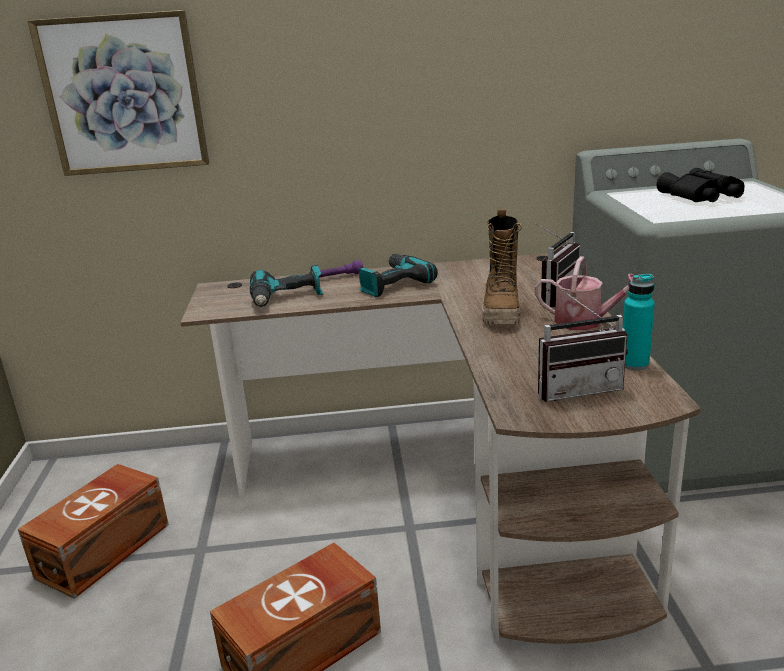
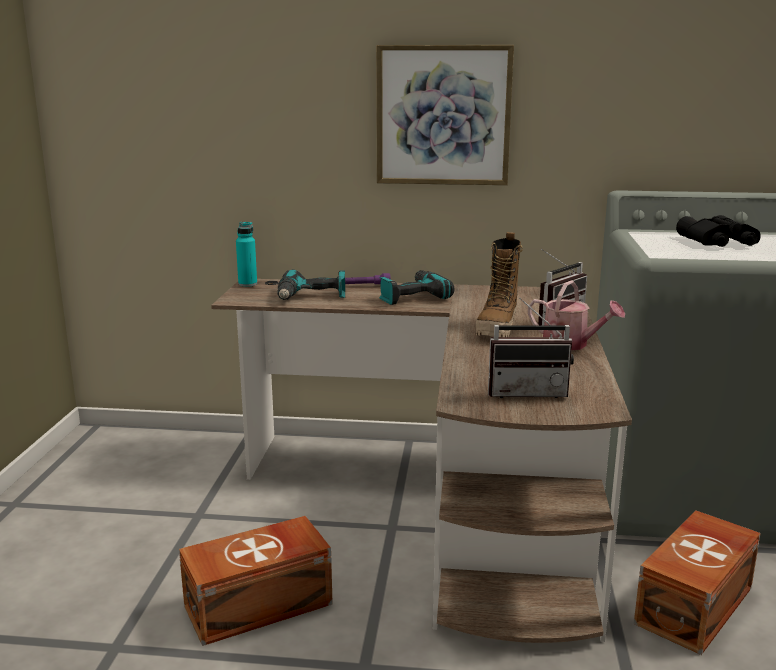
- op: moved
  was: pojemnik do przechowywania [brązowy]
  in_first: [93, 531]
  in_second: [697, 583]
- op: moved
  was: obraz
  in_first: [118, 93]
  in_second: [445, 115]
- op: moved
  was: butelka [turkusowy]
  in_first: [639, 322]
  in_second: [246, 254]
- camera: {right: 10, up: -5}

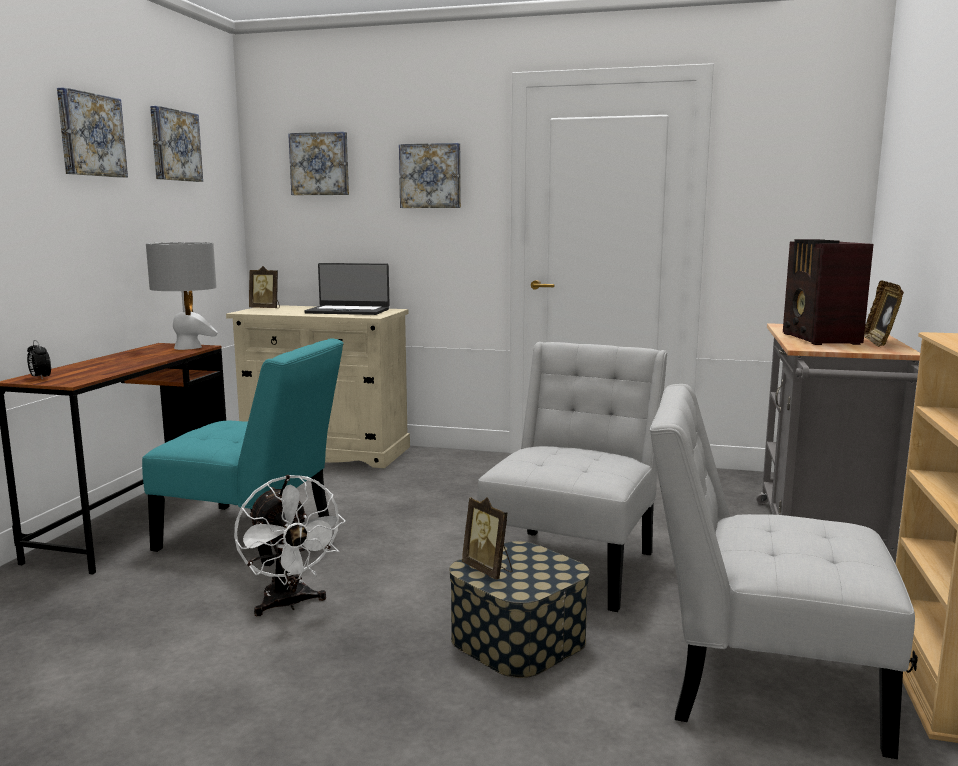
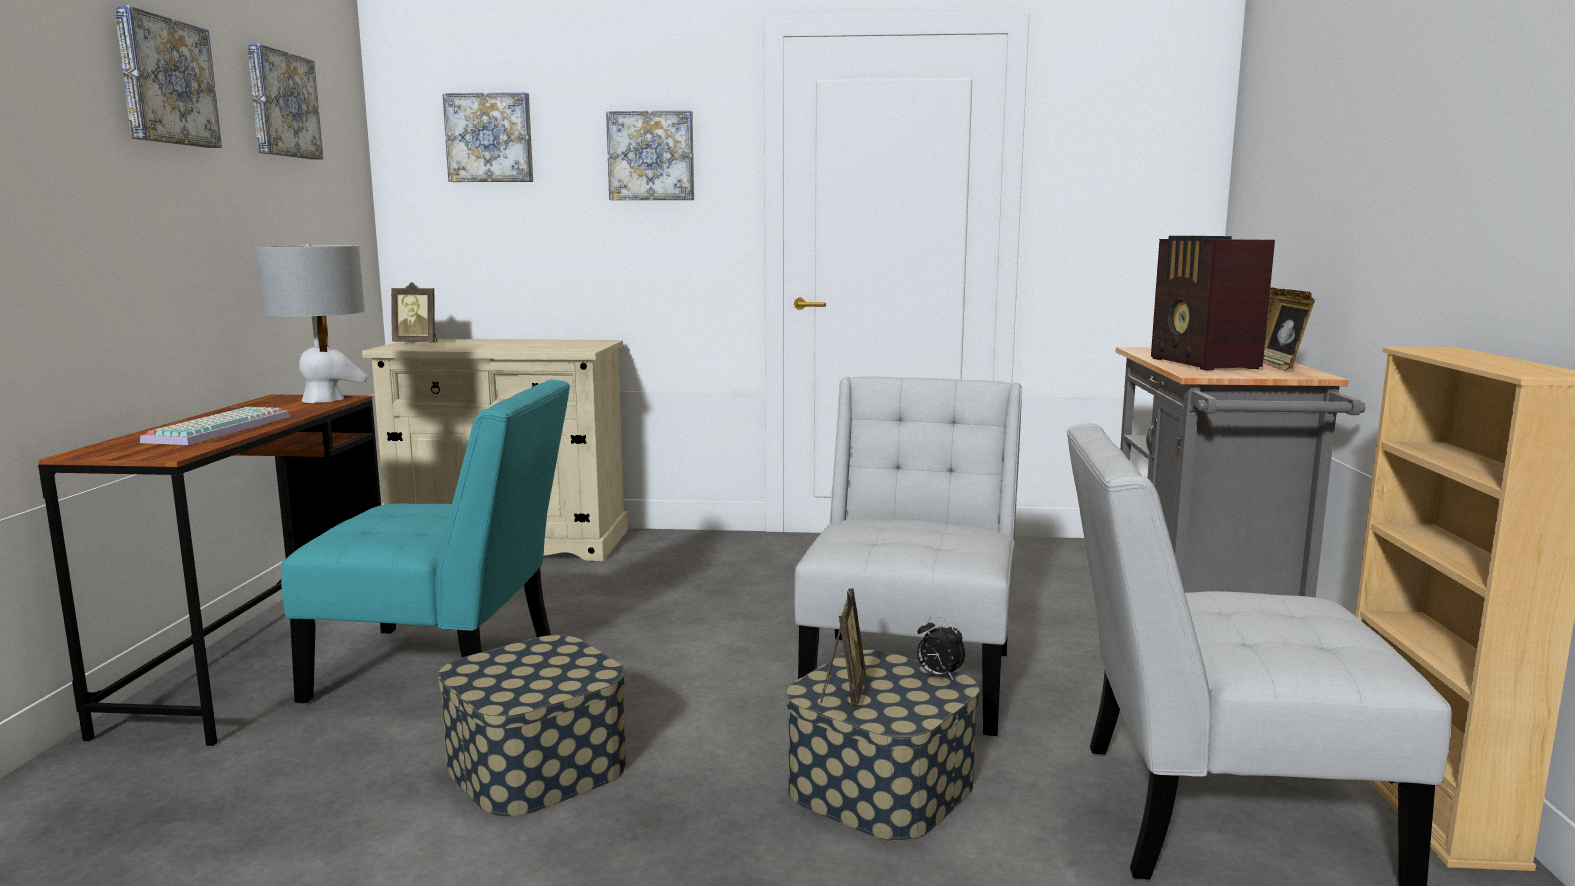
- op: moved
  was: budzik
  in_first: [39, 360]
  in_second: [941, 648]
- op: replaced
  was: wentylator [biały]
  now: pojemnik do przechowywania
  in_first: [290, 545]
  in_second: [532, 726]
- op: removed
  was: laptop
  in_first: [347, 289]
- op: turned
  was: ramka na zdjęcie
  in_first: [487, 538]
  in_second: [843, 647]
  clockwise: -120
- op: added
  now: klawiatura
  in_second: [215, 426]
- camera: {right: -10, up: 0}

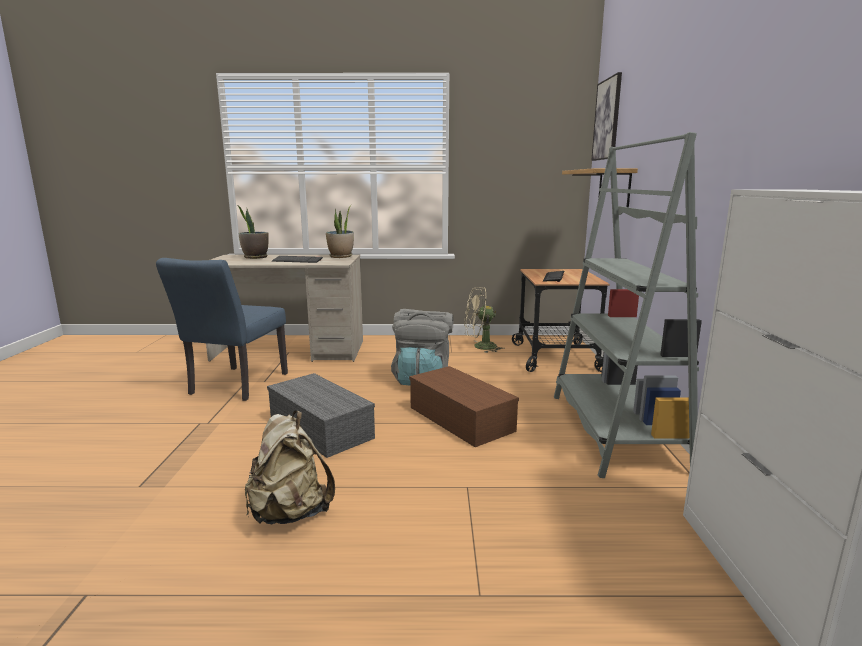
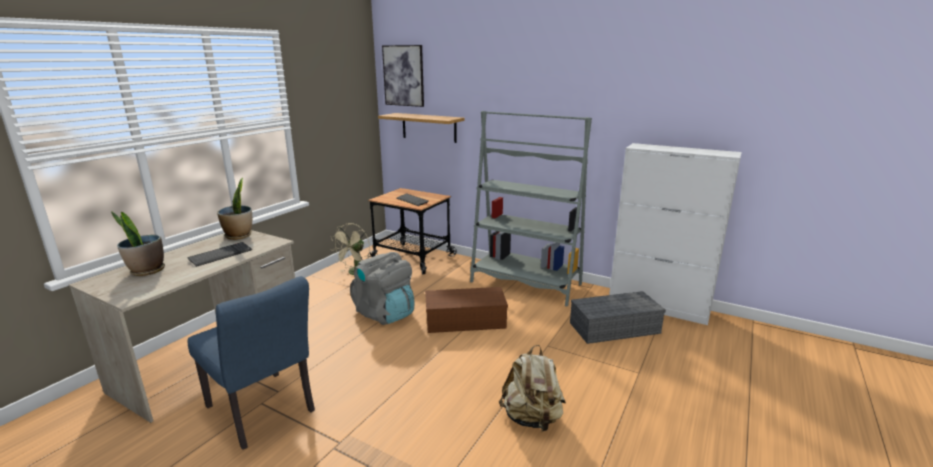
- op: moved
  was: pojemnik do przechowywania [szary]
  in_first: [321, 415]
  in_second: [618, 317]
- camera: {right: -60, up: 5}

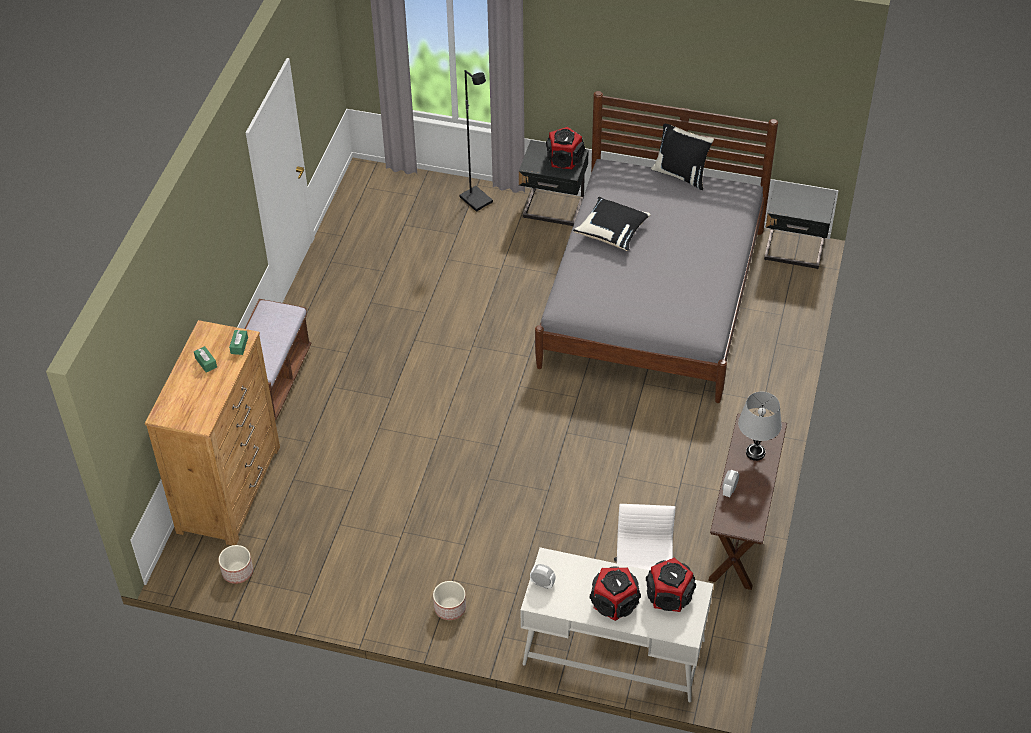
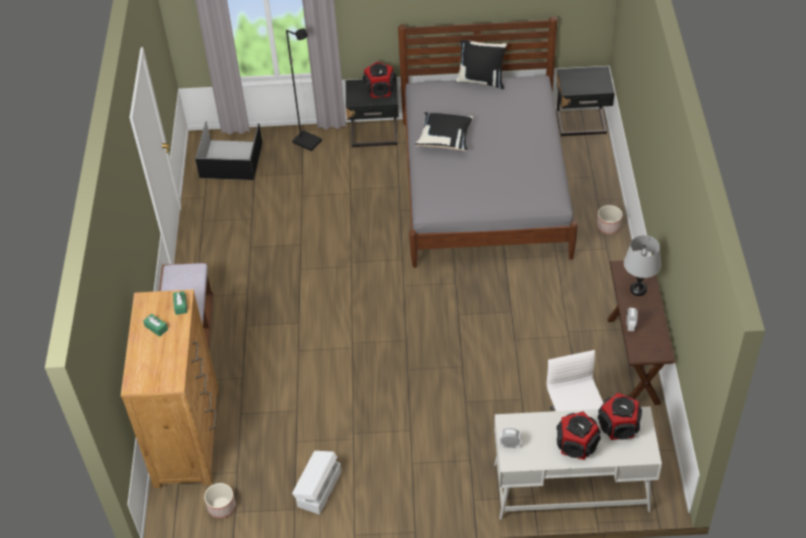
- op: moved
  was: donica
  in_first: [449, 600]
  in_second: [609, 219]
- op: added
  now: pojemnik do przechowywania [czarny]
  in_second: [229, 150]
- op: added
  now: pojemnik do przechowywania [biały]
  in_second: [316, 483]
- camera: {right: -15, up: 0}

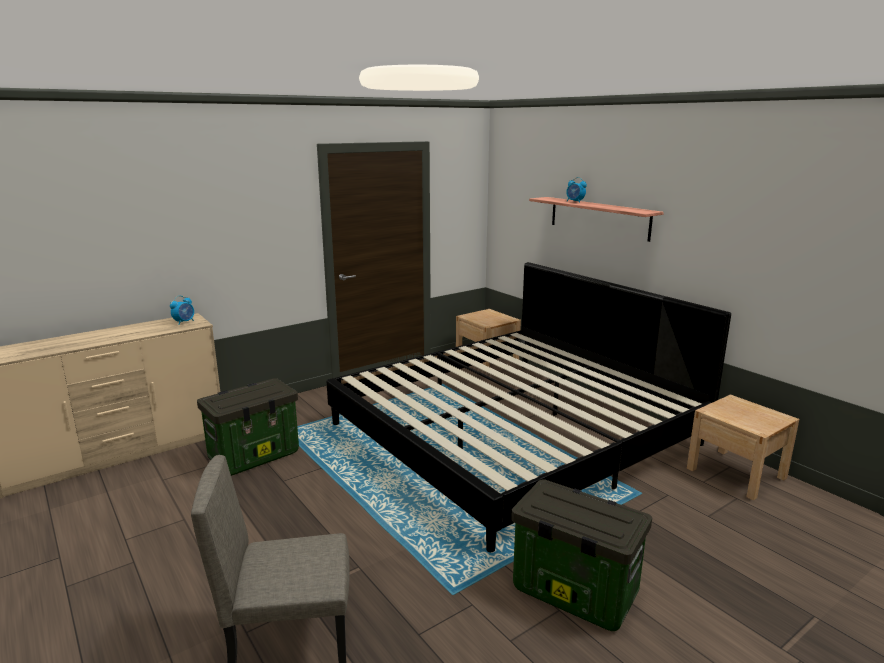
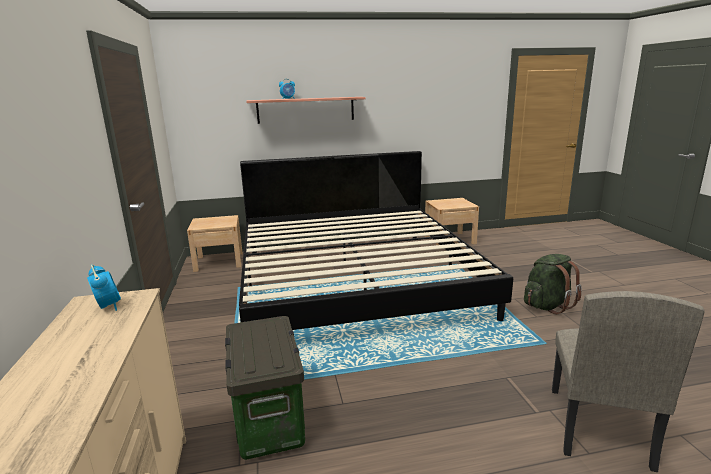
- op: replaced
  was: pojemnik do przechowywania
  now: plecak [zielony]
  in_first: [581, 555]
  in_second: [553, 284]
- camera: {right: -65, up: 0}

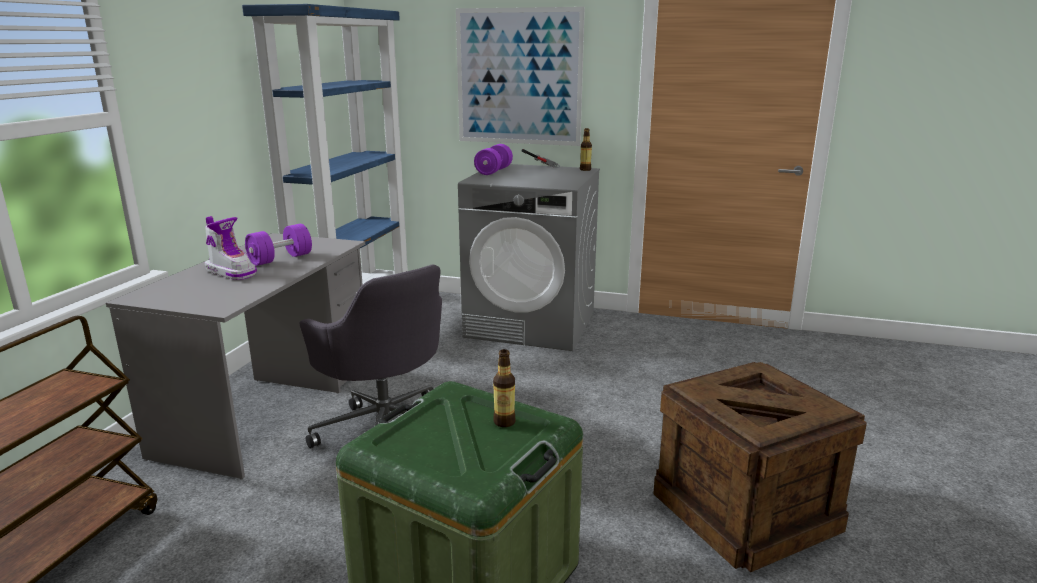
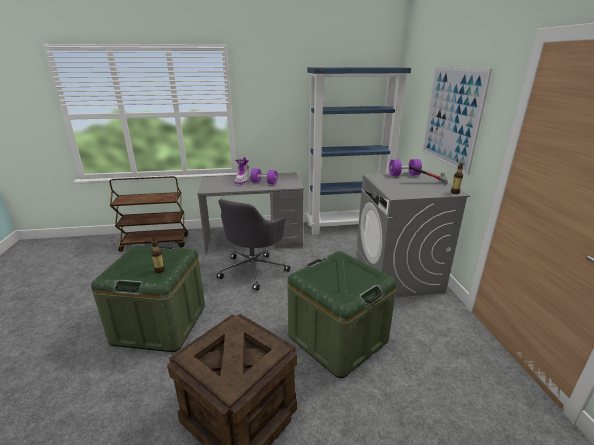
- op: added
  now: pojemnik do przechowywania [zielony]
  in_second: [342, 314]
- camera: {right: 65, up: 5}

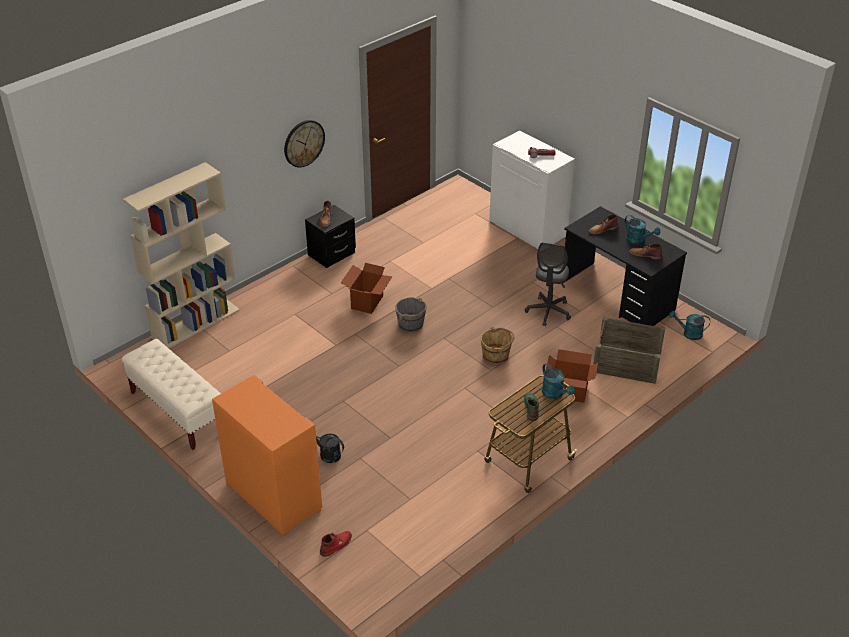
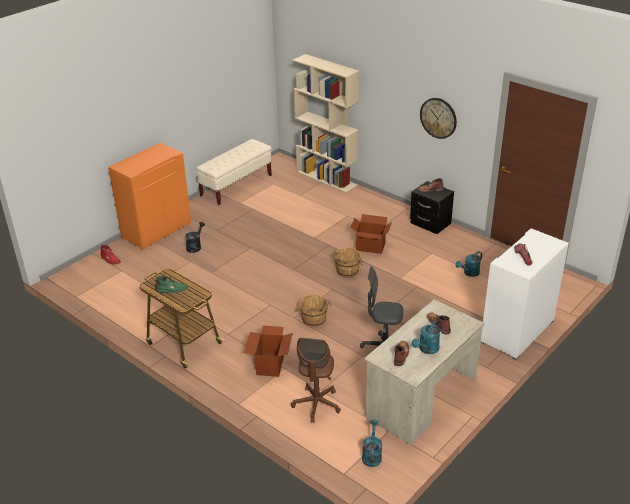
- op: recoloured
  was: wiadro [szary]
  now: wiadro [brązowy]
  in_first: [411, 314]
  in_second: [347, 262]
- op: moved
  was: konewka [turkusowy]
  in_first: [558, 381]
  in_second: [468, 264]
- op: recoloured
  was: biurko [czarny]
  now: biurko [beżowy]
  in_first: [624, 266]
  in_second: [424, 372]
- op: replaced
  was: skrzynka
  now: krzesło biurowe [brązowy]
  in_first: [630, 350]
  in_second: [316, 380]
- camera: {right: 85, up: -5}

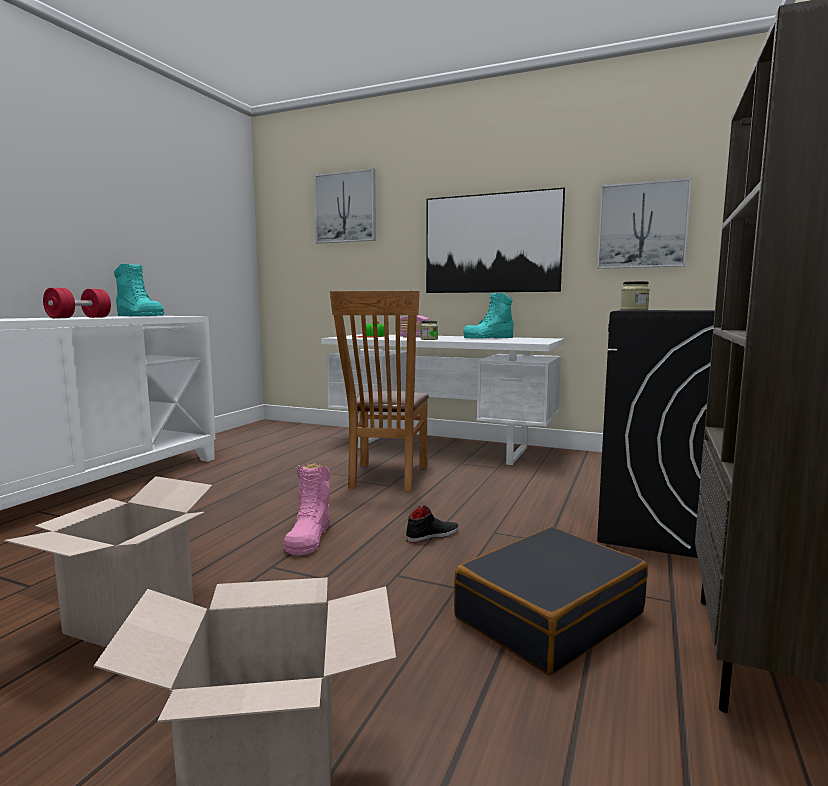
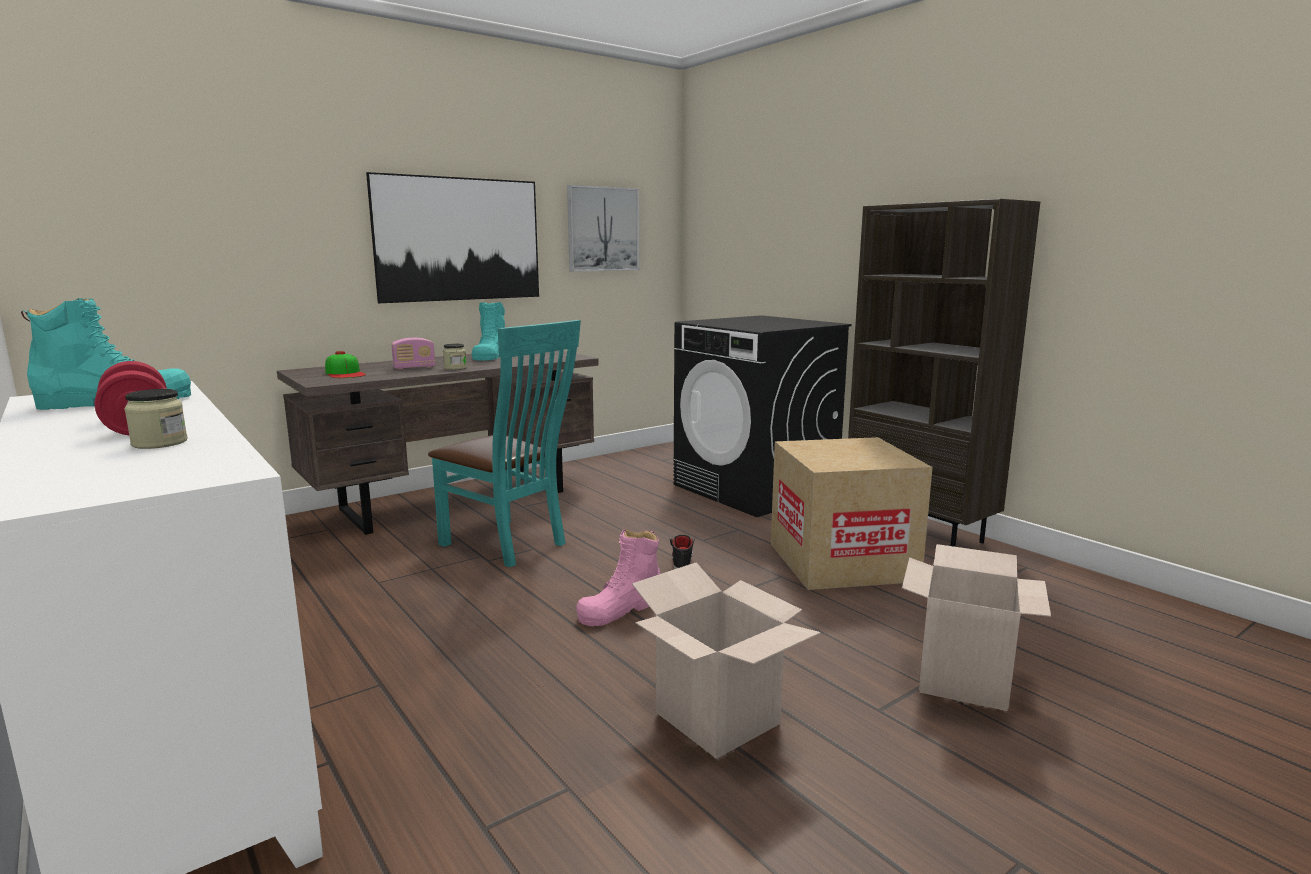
- op: turned
  was: but z cholewką [różowy]
  in_first: [307, 509]
  in_second: [618, 577]
  clockwise: 105
- op: removed
  was: obraz
  in_first: [345, 206]
- op: recoloured
  was: biurko [biały]
  now: biurko [brązowy]
  in_first: [442, 399]
  in_second: [438, 443]
- op: recoloured
  was: krzesło [brązowy]
  now: krzesło [turkusowy]
  in_first: [379, 391]
  in_second: [504, 444]
- op: replaced
  was: walizka [czarny]
  now: karton
  in_first: [551, 601]
  in_second: [852, 513]
- op: moved
  was: słoik
  in_first: [635, 295]
  in_second: [156, 419]
- camera: {right: -60, up: 5}

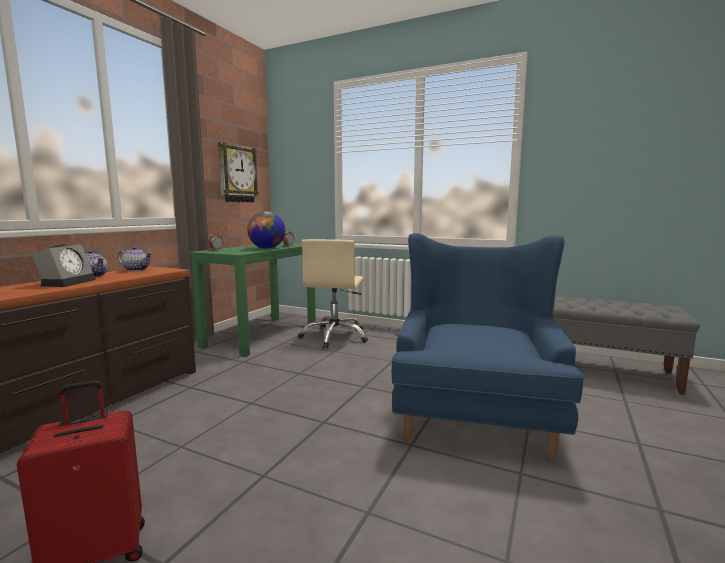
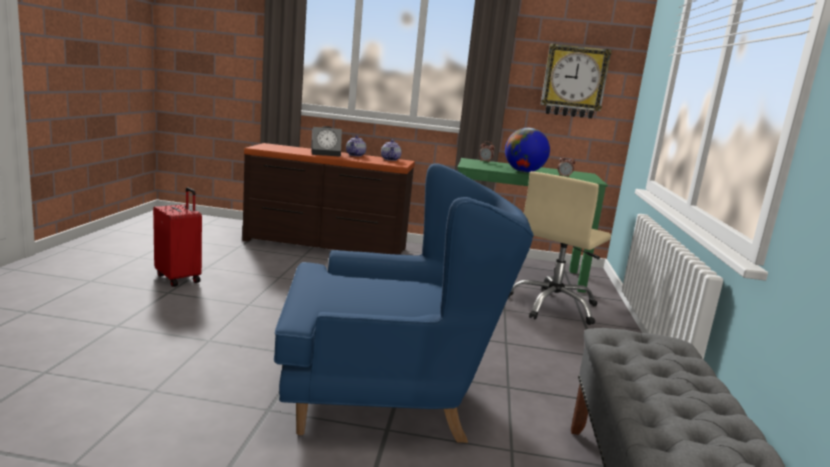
- op: turned
  was: krzesło biurowe [beżowy]
  in_first: [333, 293]
  in_second: [559, 248]
  clockwise: -45
- camera: {right: 70, up: 5}

